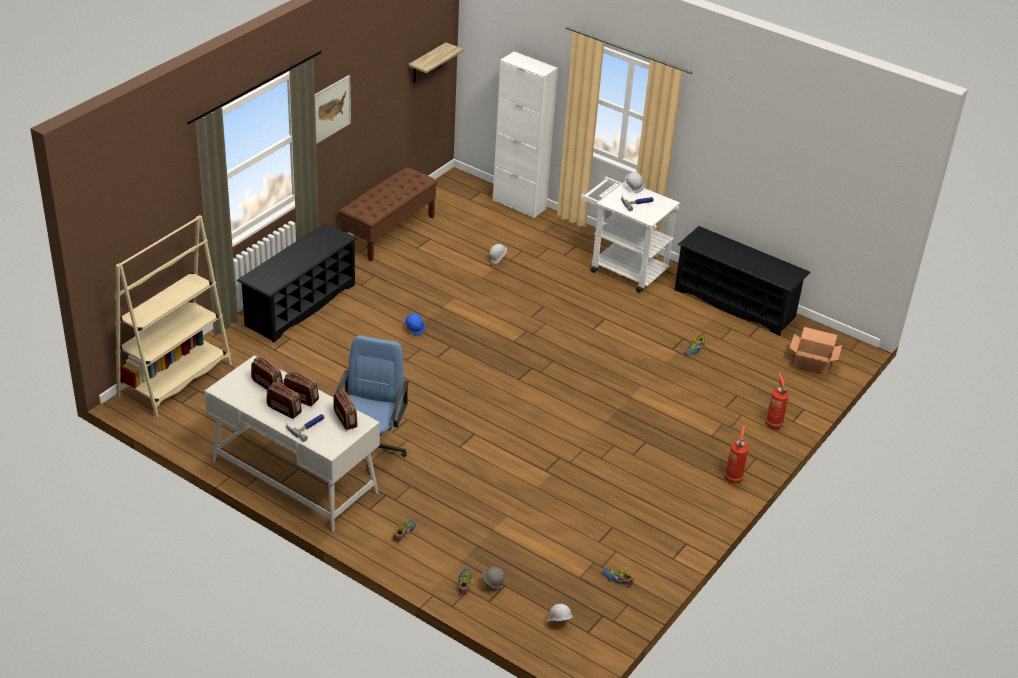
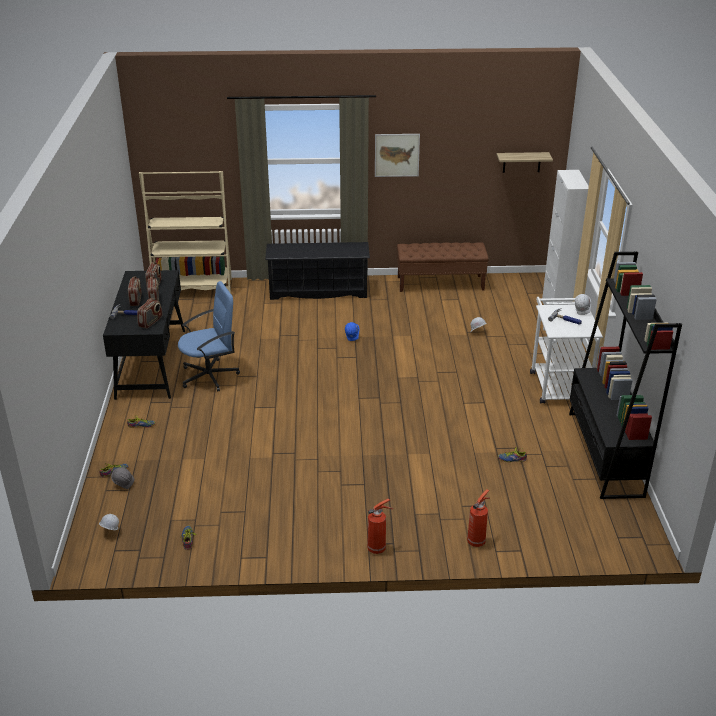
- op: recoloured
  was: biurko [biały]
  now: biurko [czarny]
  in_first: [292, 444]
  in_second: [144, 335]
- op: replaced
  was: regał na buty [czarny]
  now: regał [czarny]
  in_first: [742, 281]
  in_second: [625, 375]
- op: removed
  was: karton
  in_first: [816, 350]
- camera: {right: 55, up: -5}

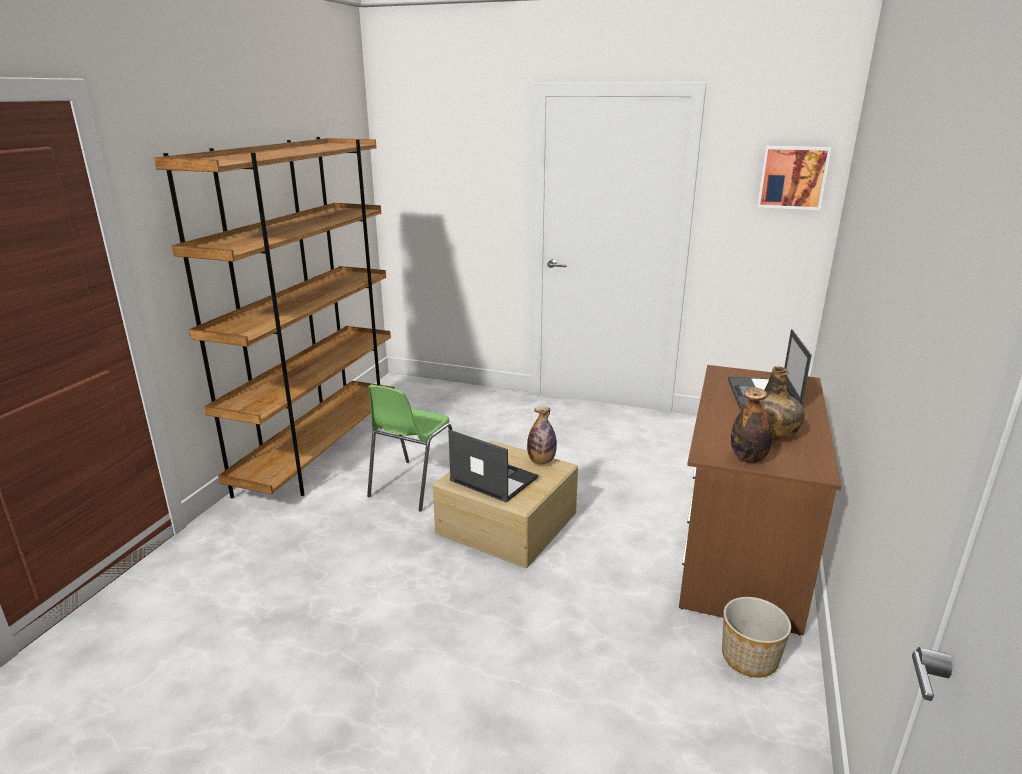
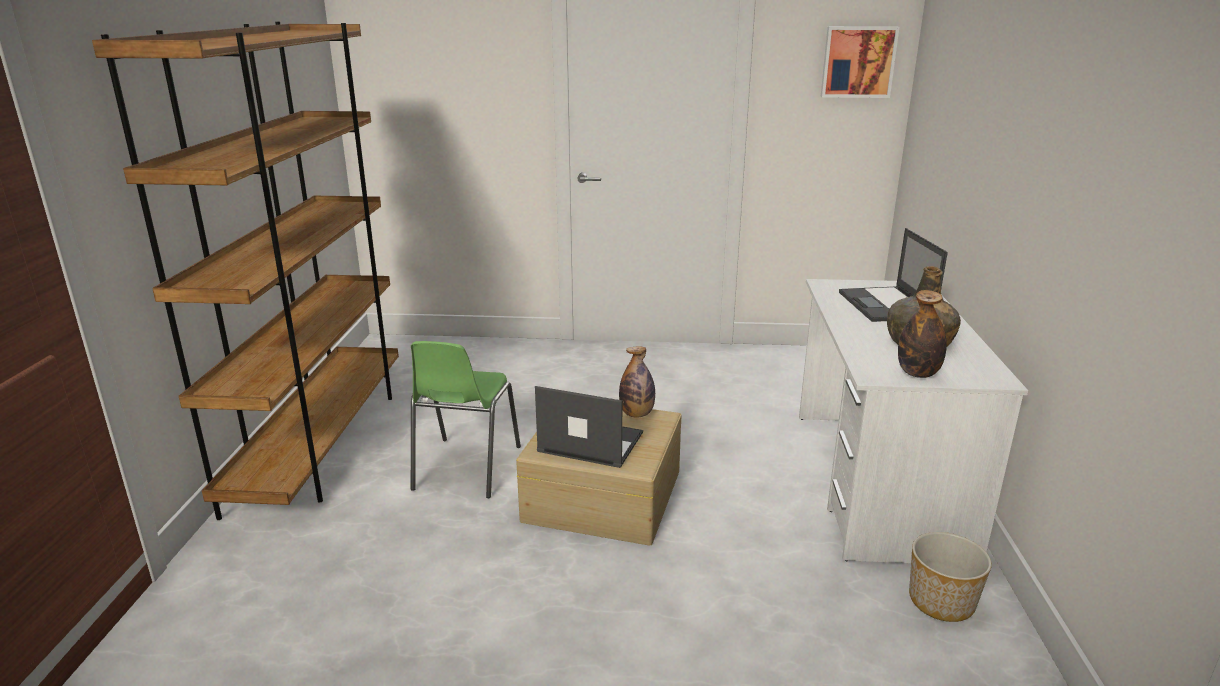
- op: recoloured
  was: biurko [brązowy]
  now: biurko [biały]
  in_first: [760, 500]
  in_second: [913, 421]
- camera: {right: -15, up: 0}

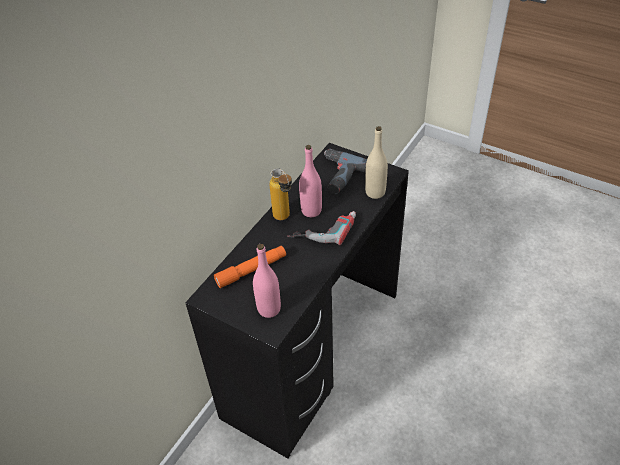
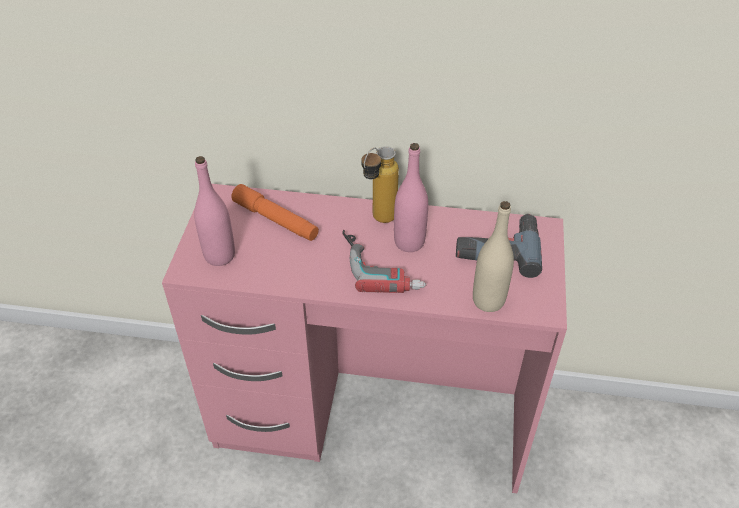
- op: recoloured
  was: biurko [czarny]
  now: biurko [różowy]
  in_first: [297, 301]
  in_second: [364, 338]
- camera: {right: 65, up: 0}

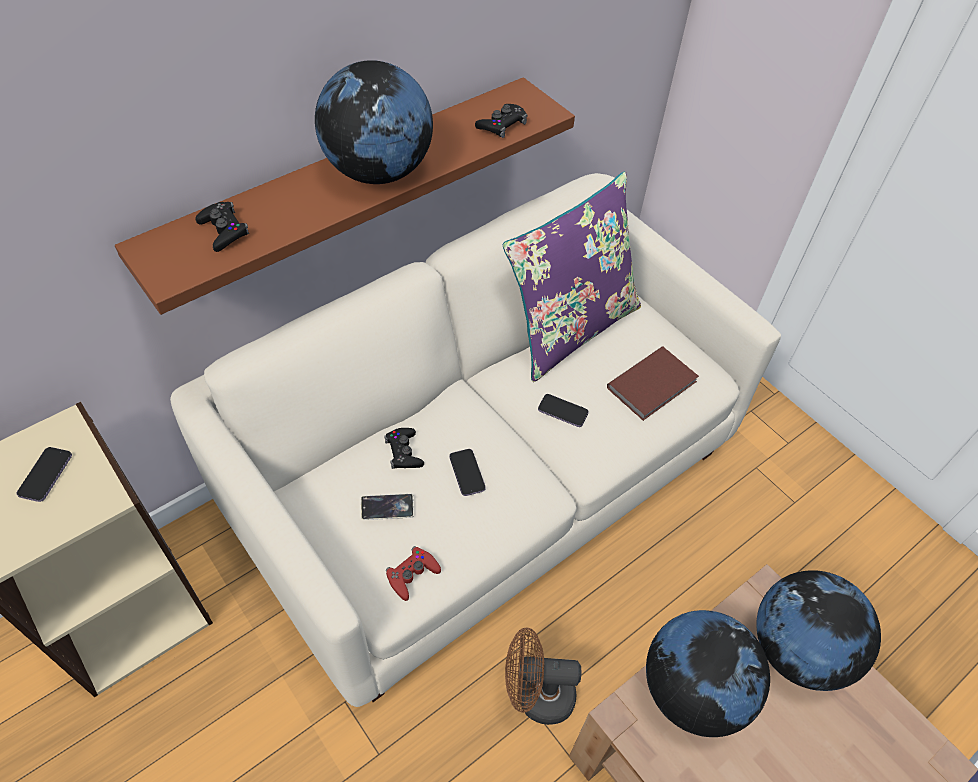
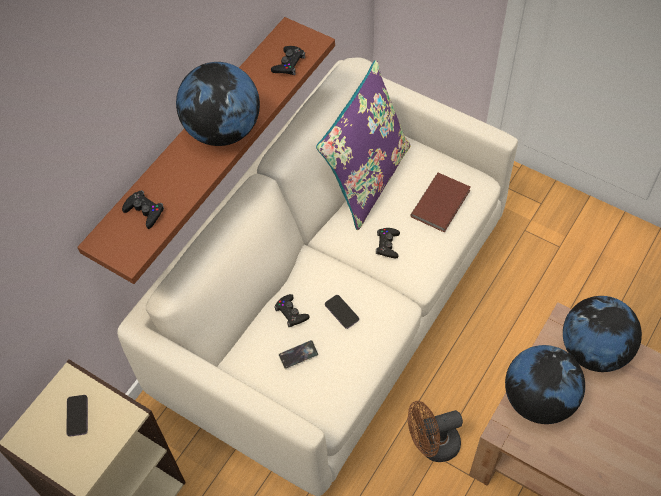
- op: removed
  was: pad do gier [czerwony]
  in_first: [413, 573]
- op: replaced
  was: telefon
  now: pad do gier [czarny]
  in_first: [563, 410]
  in_second: [388, 243]
- camera: {right: -15, up: 5}

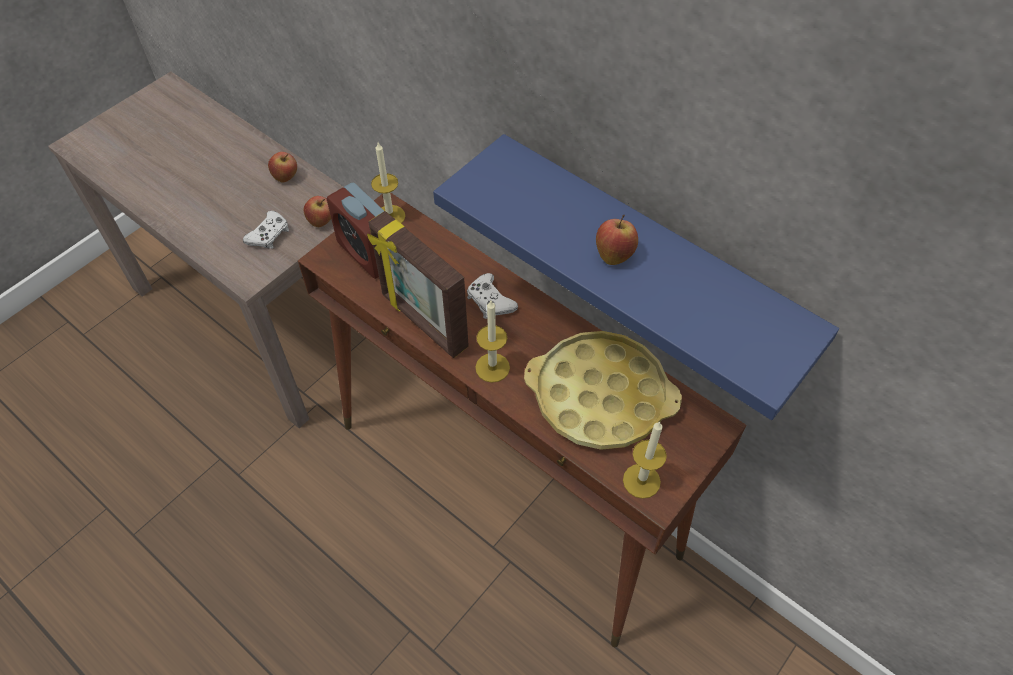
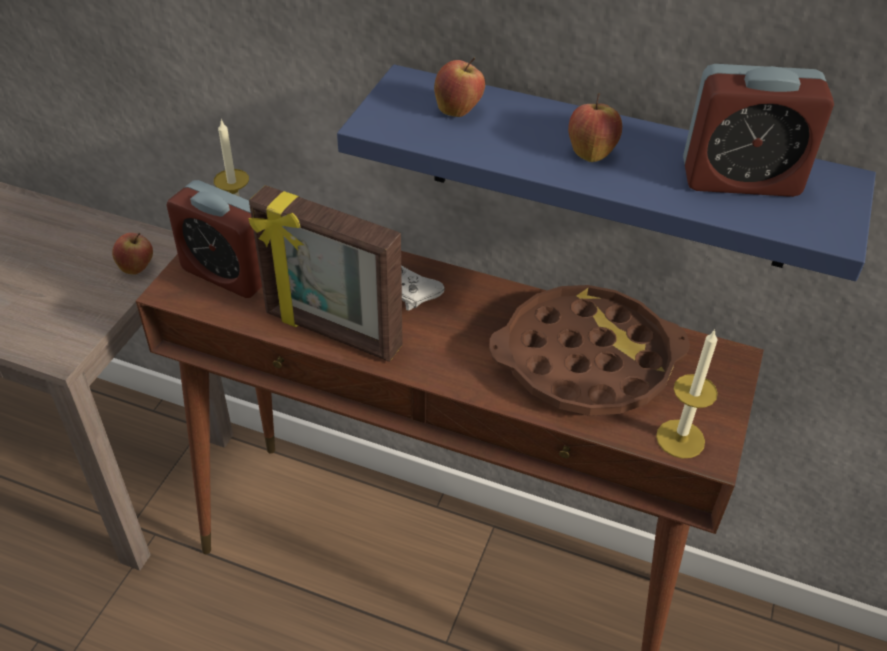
- op: removed
  was: pad do gier [biały]
  in_first: [266, 230]
- op: moved
  was: jabłko
  in_first: [282, 167]
  in_second: [459, 87]
- op: removed
  was: świeca
  in_first: [492, 342]
- op: recoloured
  was: taca [żółty]
  now: taca [brązowy]
  in_first: [603, 390]
  in_second: [589, 350]
- op: added
  now: budzik
  in_second: [758, 130]
- camera: {right: -20, up: -10}

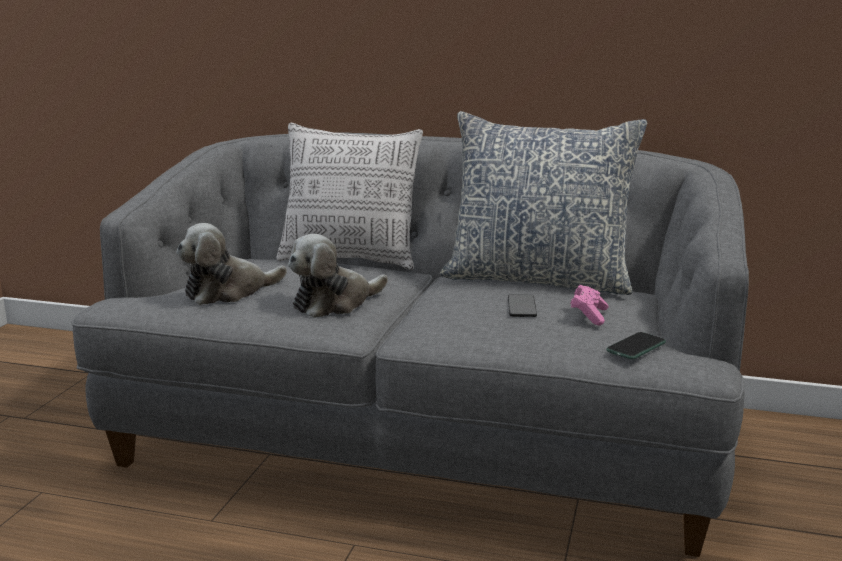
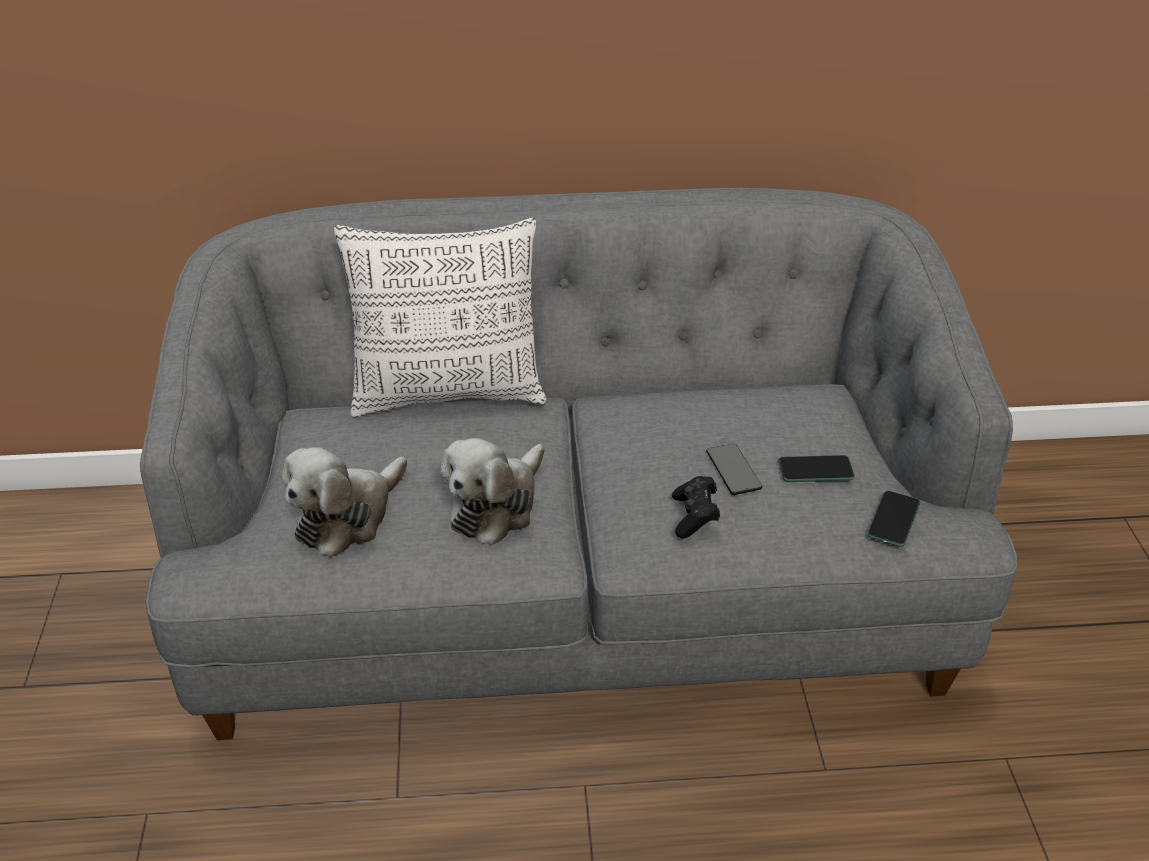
- op: removed
  was: poduszka
  in_first: [543, 203]
- op: replaced
  was: pad do gier [różowy]
  now: telefon
  in_first: [589, 305]
  in_second: [816, 468]
- op: added
  now: pad do gier [czarny]
  in_second: [696, 507]
- camera: {right: -20, up: 20}

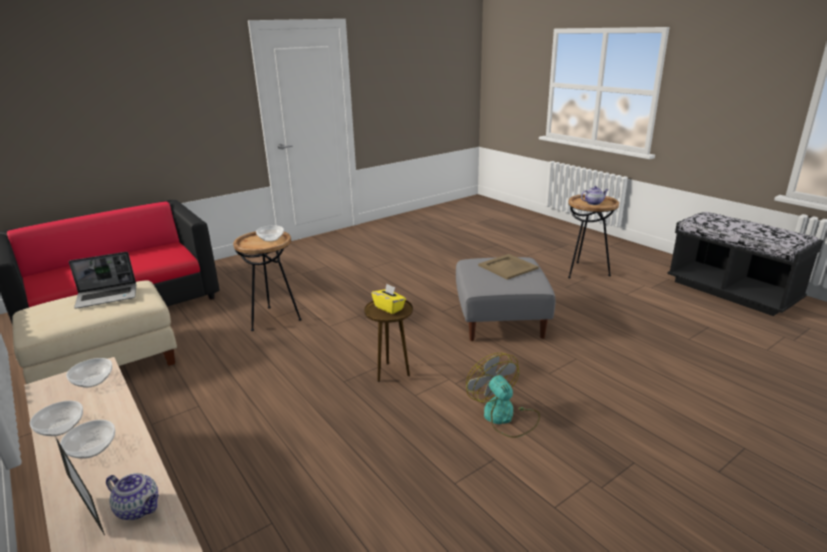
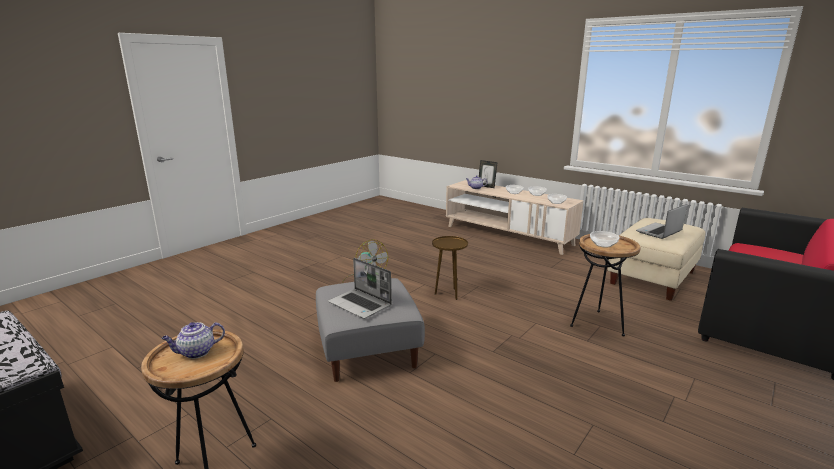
- op: removed
  was: pudełko chusteczek [żółty]
  in_first: [388, 299]
- op: replaced
  was: taca [beżowy]
  now: laptop
  in_first: [508, 267]
  in_second: [360, 288]
- camera: {right: 165, up: -5}

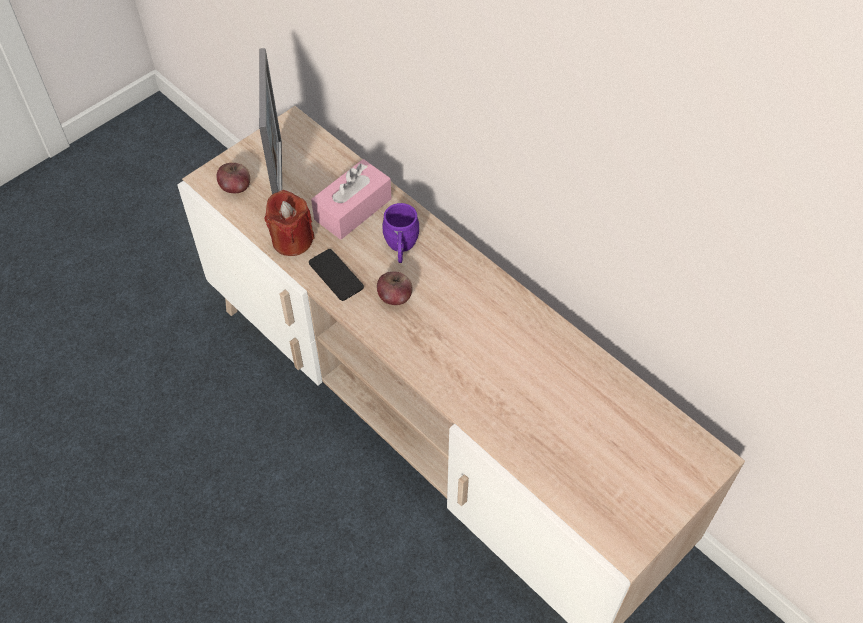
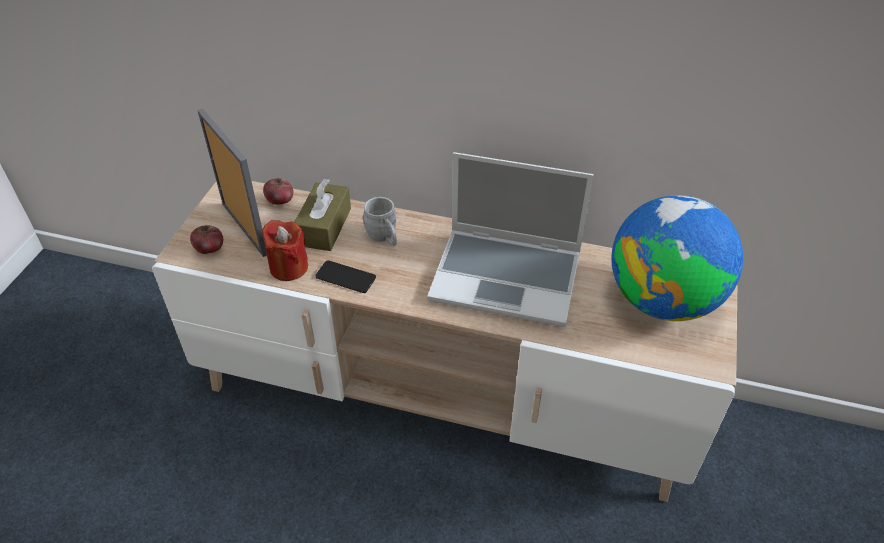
- op: recoloured
  was: pudełko chusteczek [różowy]
  now: pudełko chusteczek [brązowy]
  in_first: [351, 199]
  in_second: [323, 215]
- op: moved
  was: jabłko
  in_first: [394, 288]
  in_second: [278, 191]
- op: recoloured
  was: kubek [fioletowy]
  now: kubek [szary]
  in_first: [401, 233]
  in_second: [380, 221]
- op: added
  now: laptop
  in_second: [510, 239]
- op: added
  now: globus
  in_second: [677, 258]
- camera: {right: -30, up: -10}

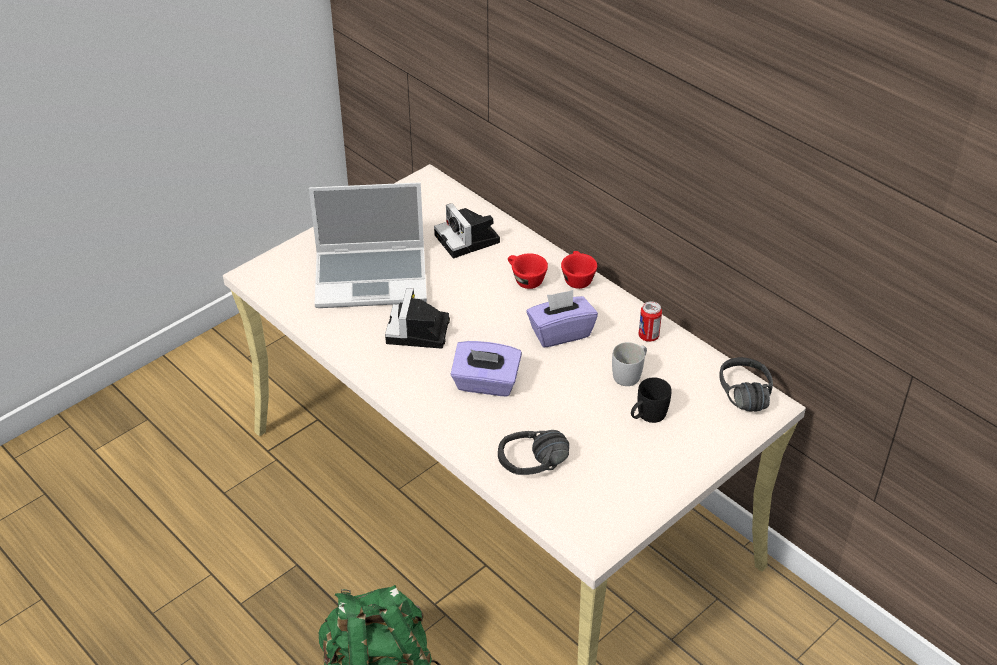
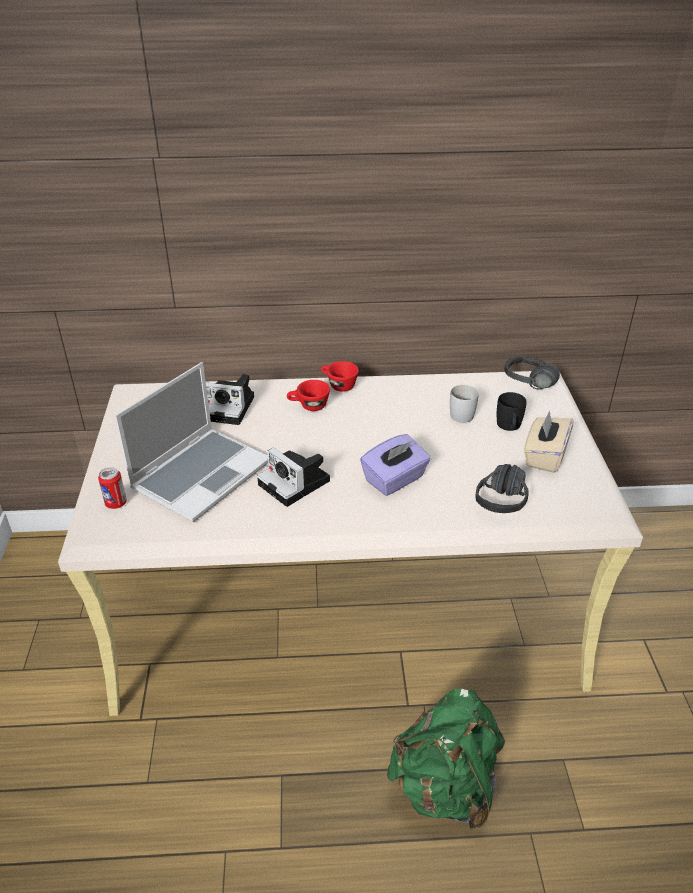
- op: removed
  was: pudełko chusteczek [fioletowy]
  in_first: [562, 319]
- op: moved
  was: puszka
  in_first: [650, 321]
  in_second: [112, 488]
- op: added
  now: pudełko chusteczek [beżowy]
  in_second: [548, 441]
- camera: {right: -50, up: -5}

